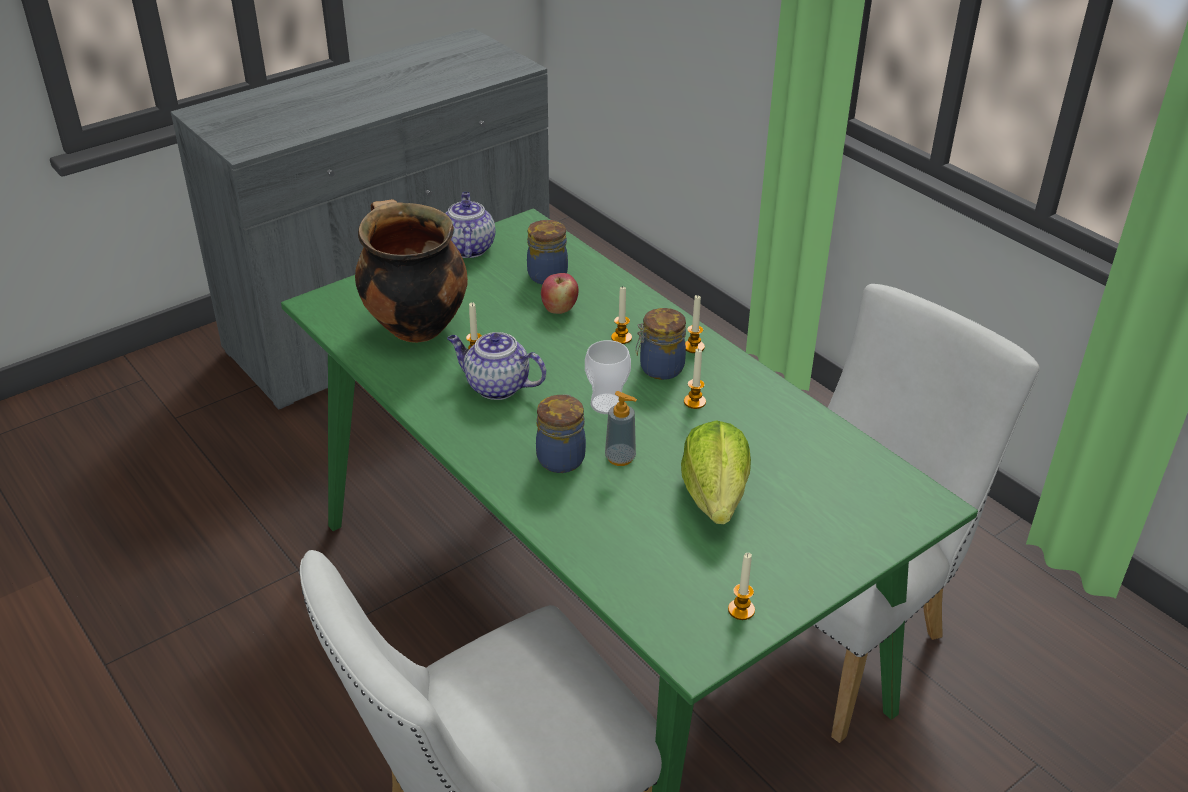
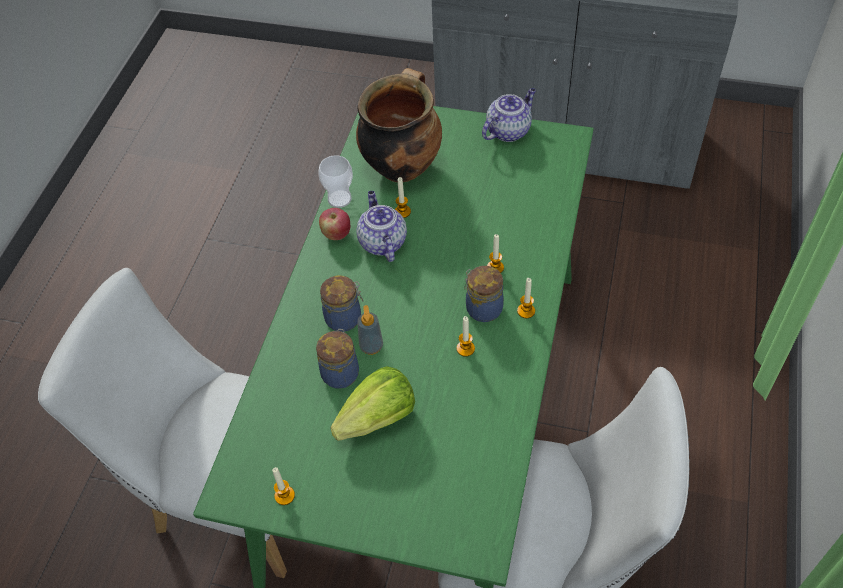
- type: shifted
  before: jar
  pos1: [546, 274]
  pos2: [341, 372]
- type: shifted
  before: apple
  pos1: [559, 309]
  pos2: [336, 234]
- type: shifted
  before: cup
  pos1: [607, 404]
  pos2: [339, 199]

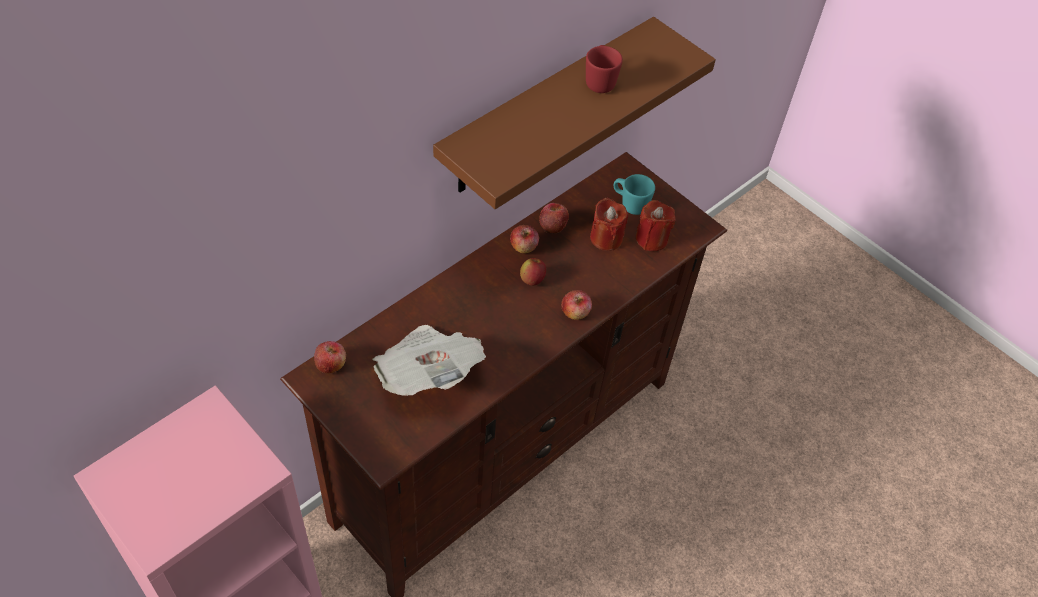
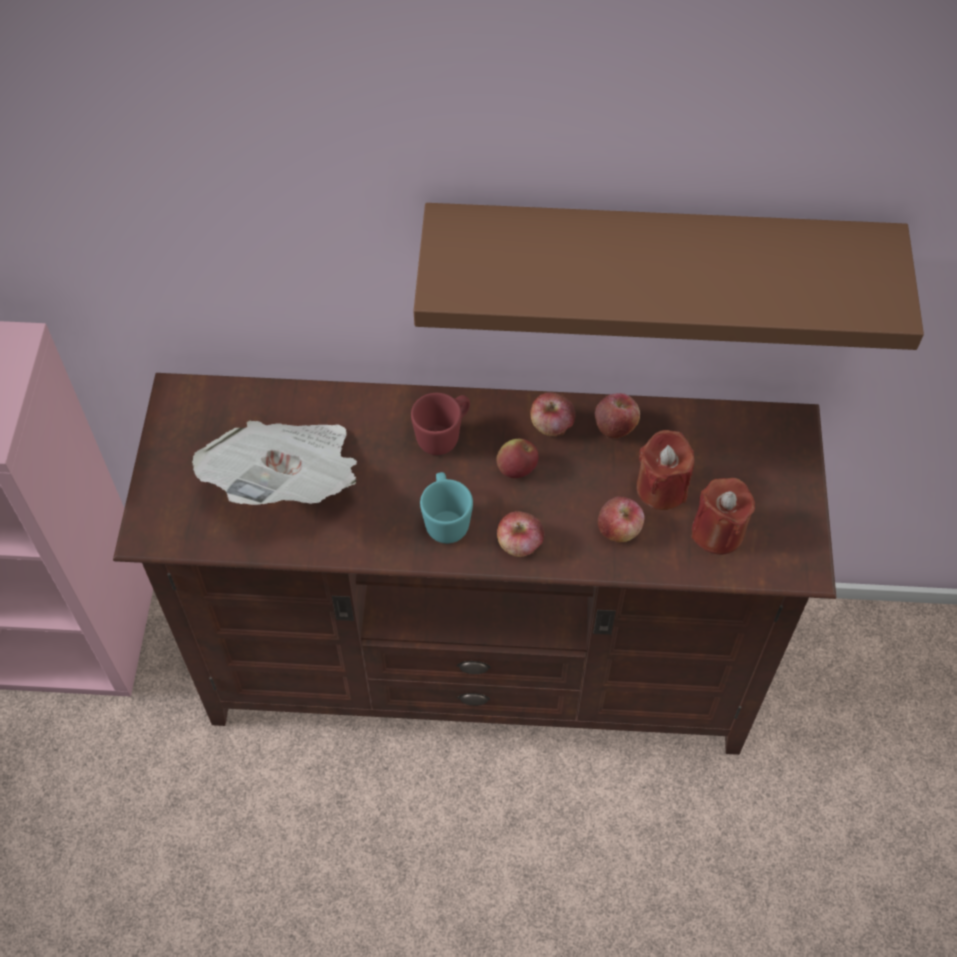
- type: shifted
  before: apple
  pos1: [331, 364]
  pos2: [619, 530]
- type: shifted
  before: red mug
  pos1: [600, 81]
  pos2: [444, 435]
- type: shifted
  before: turquoise mug
  pos1: [630, 204]
  pos2: [446, 520]

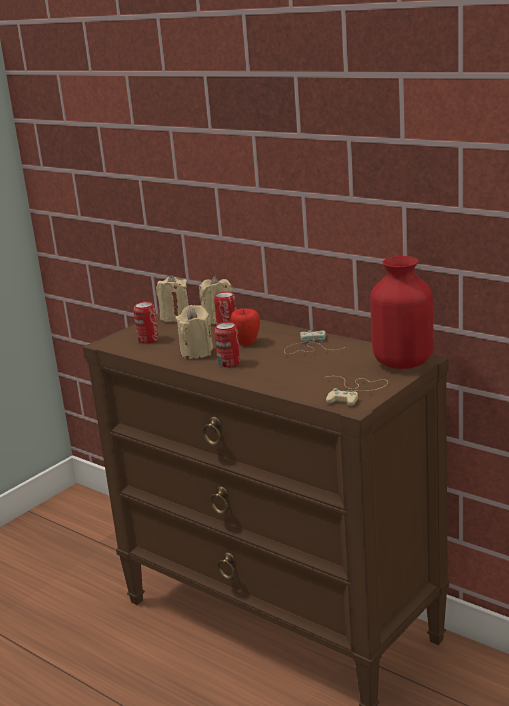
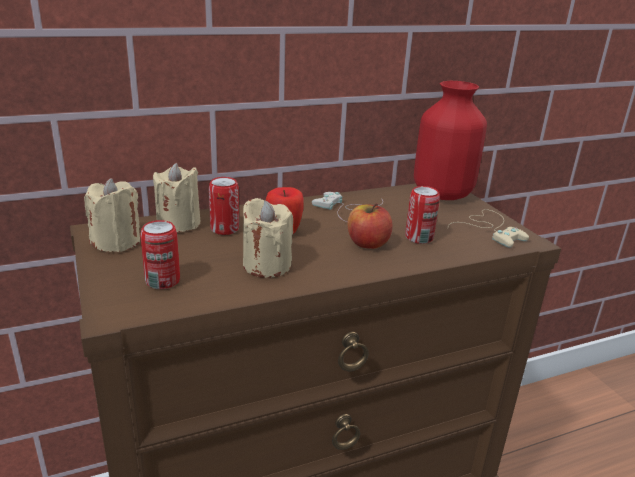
- type: shifted
  before: can
  pos1: [229, 363]
  pos2: [419, 237]
- type: new
  after: apple
  pos2: [367, 243]

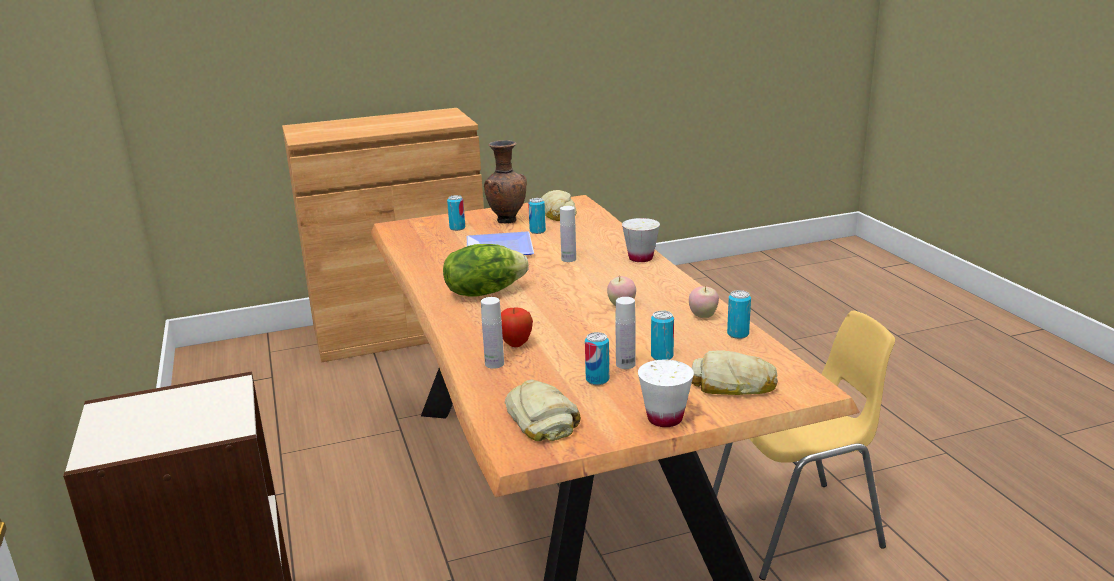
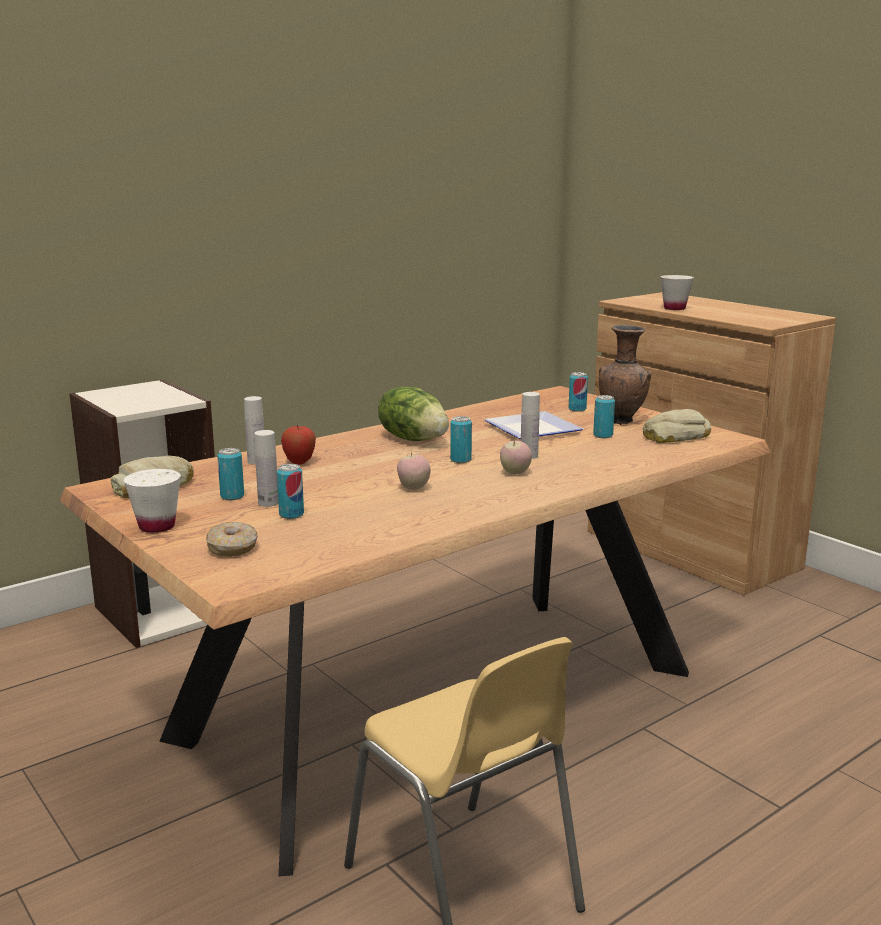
- type: shifted
  before: white cup
  pos1: [640, 258]
  pos2: [674, 308]
- type: shifted
  before: apple
  pos1: [703, 316]
  pos2: [515, 473]
- type: swapped
  before: bread
  after: donut
  pos1: [734, 384]
  pos2: [233, 548]
- type: shifted
  before: can
  pos1: [738, 334]
  pos2: [460, 460]

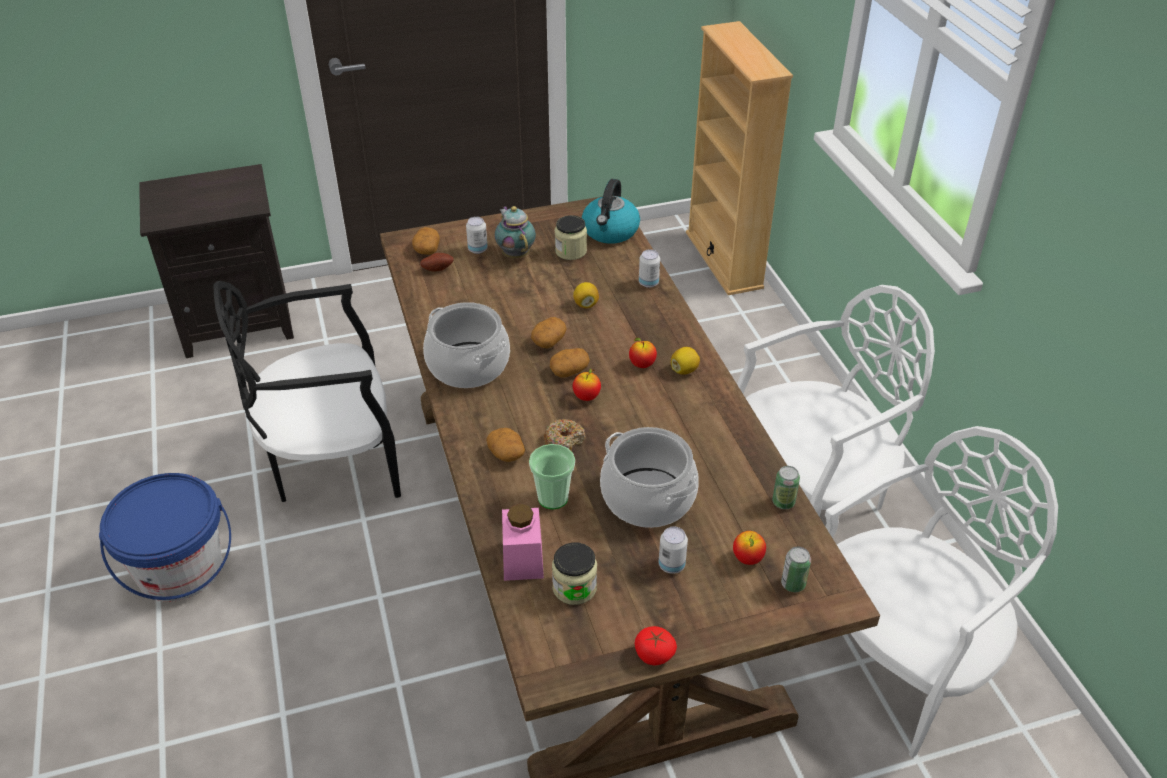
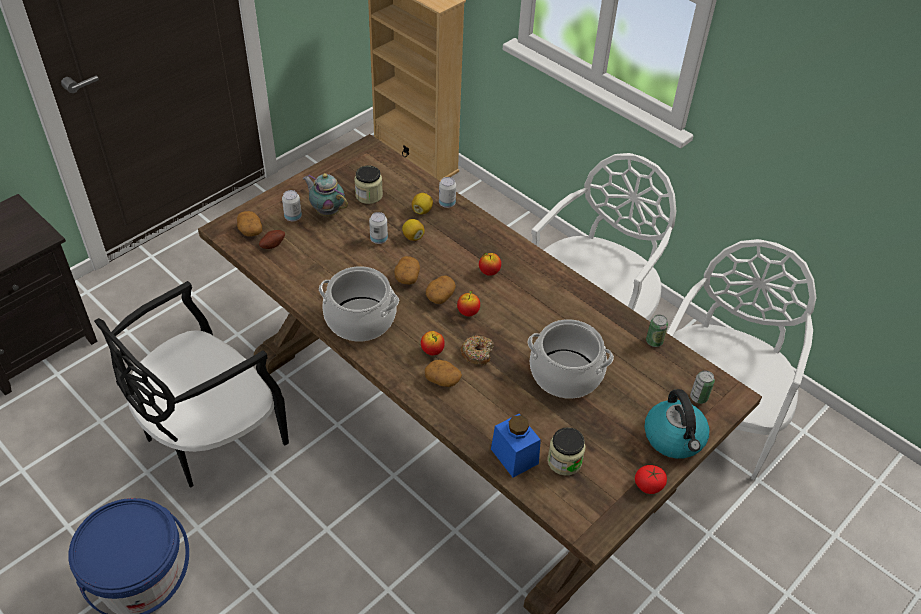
- type: repainted
  before: pink jar
  after: blue jar
  pos1: [523, 559]
  pos2: [514, 456]
- type: gone
  before: cup
  pos1: [553, 498]
- type: shifted
  before: kettle
  pos1: [610, 231]
  pos2: [674, 438]
- type: shifted
  before: can
  pos1: [671, 565]
  pos2: [379, 239]
- type: shifted
  before: lemon
  pos1: [684, 370]
  pos2: [422, 211]
- type: shifted
  before: apple
  pos1: [747, 559]
  pos2: [432, 351]

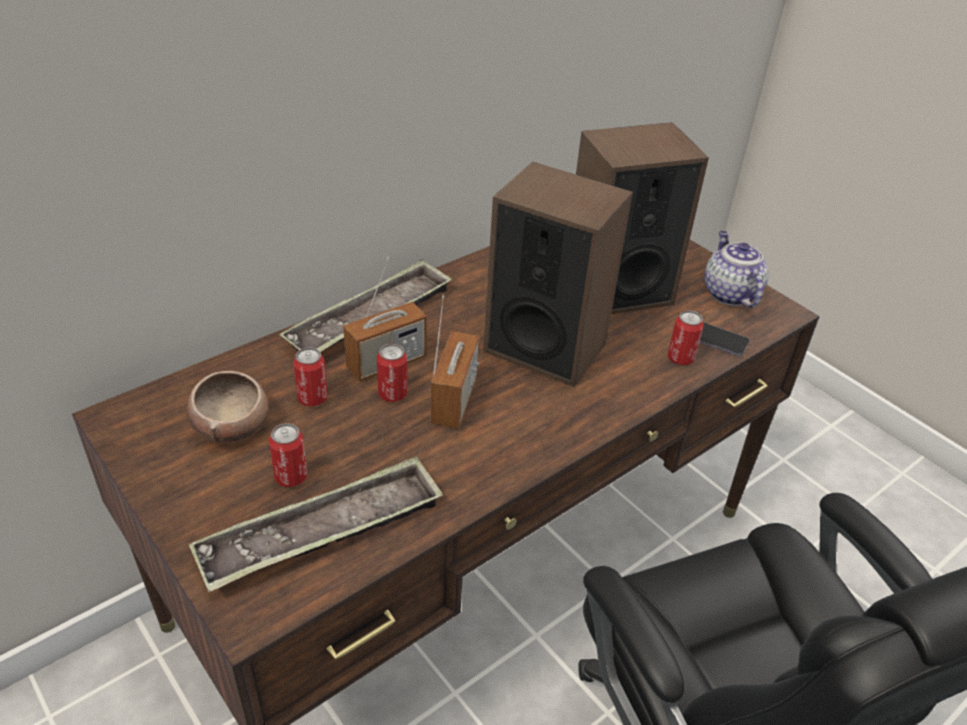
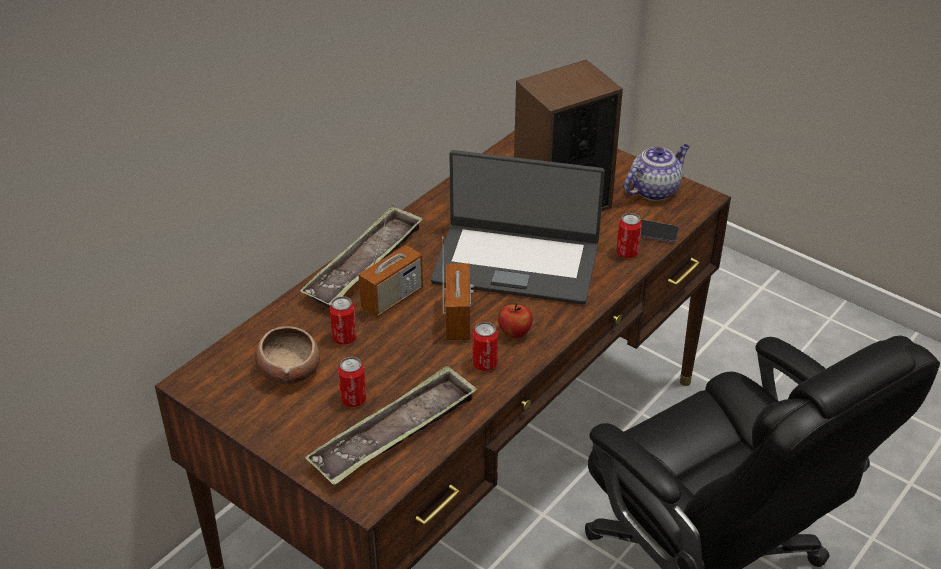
- type: shifted
  before: can
  pos1: [392, 394]
  pos2: [484, 364]
- type: swapped
  before: speaker
  after: laptop
  pos1: [545, 347]
  pos2: [516, 262]
- type: rotated
  before: teapot
  pos1: [729, 293]
  pos2: [654, 190]
  turn: 75
- type: new
  after: apple
  pos2: [514, 333]

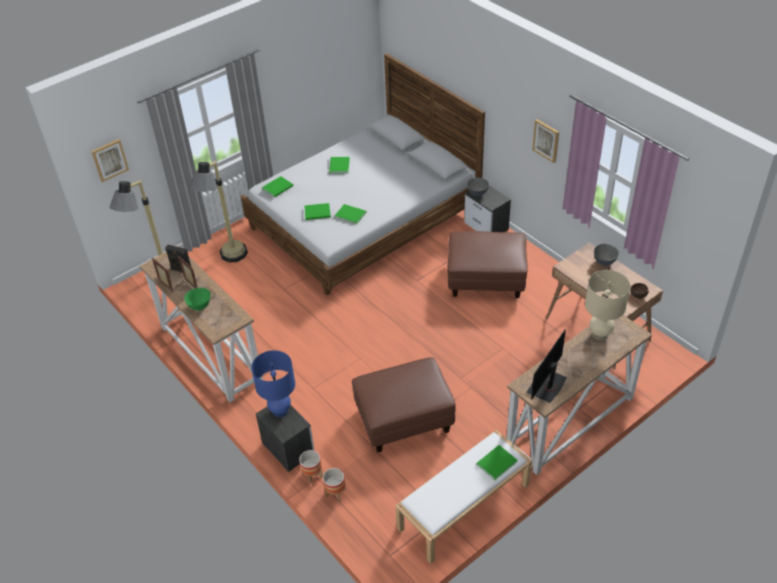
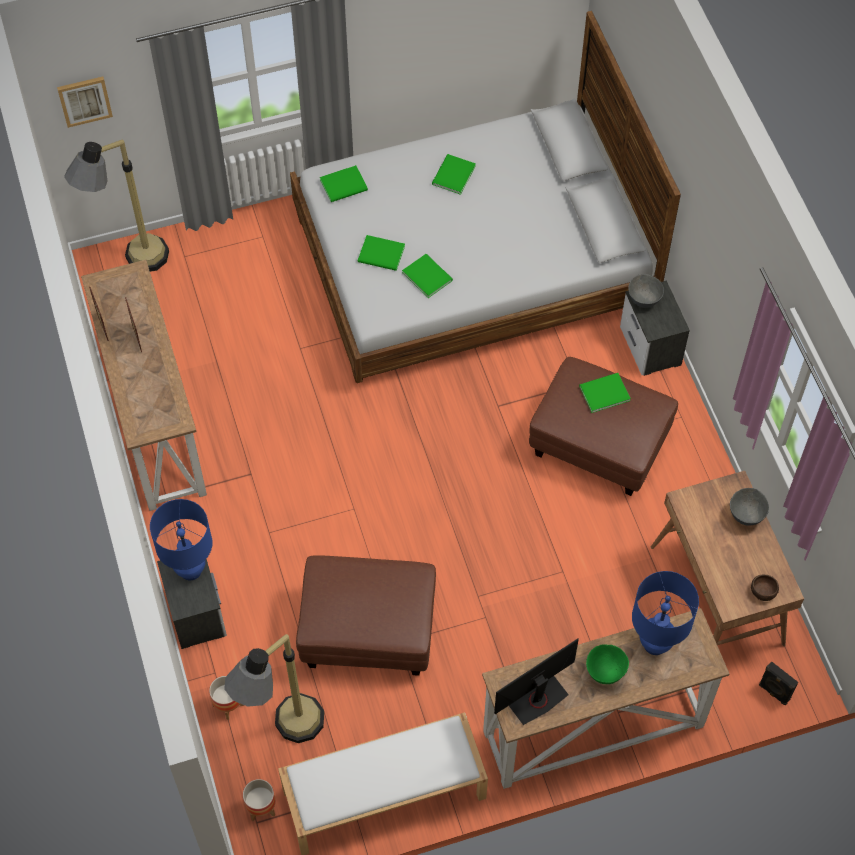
- type: shifted
  before: black speaker
  pos1: [181, 271]
  pos2: [773, 693]
- type: shifted
  before: green bowl
  pos1: [199, 307]
  pos2: [604, 672]
- type: shifted
  before: floor lamp
  pos1: [229, 262]
  pos2: [284, 737]
- type: shifted
  before: planter
  pos1: [312, 475]
  pos2: [261, 807]
- type: shifted
  before: green book
  pos1: [495, 463]
  pos2: [602, 393]
- type: gone
  before: picture
  pos1: [546, 140]
- type: repainted
  before: beige table lamp
  after: blue table lamp
  pos1: [599, 334]
  pos2: [655, 644]

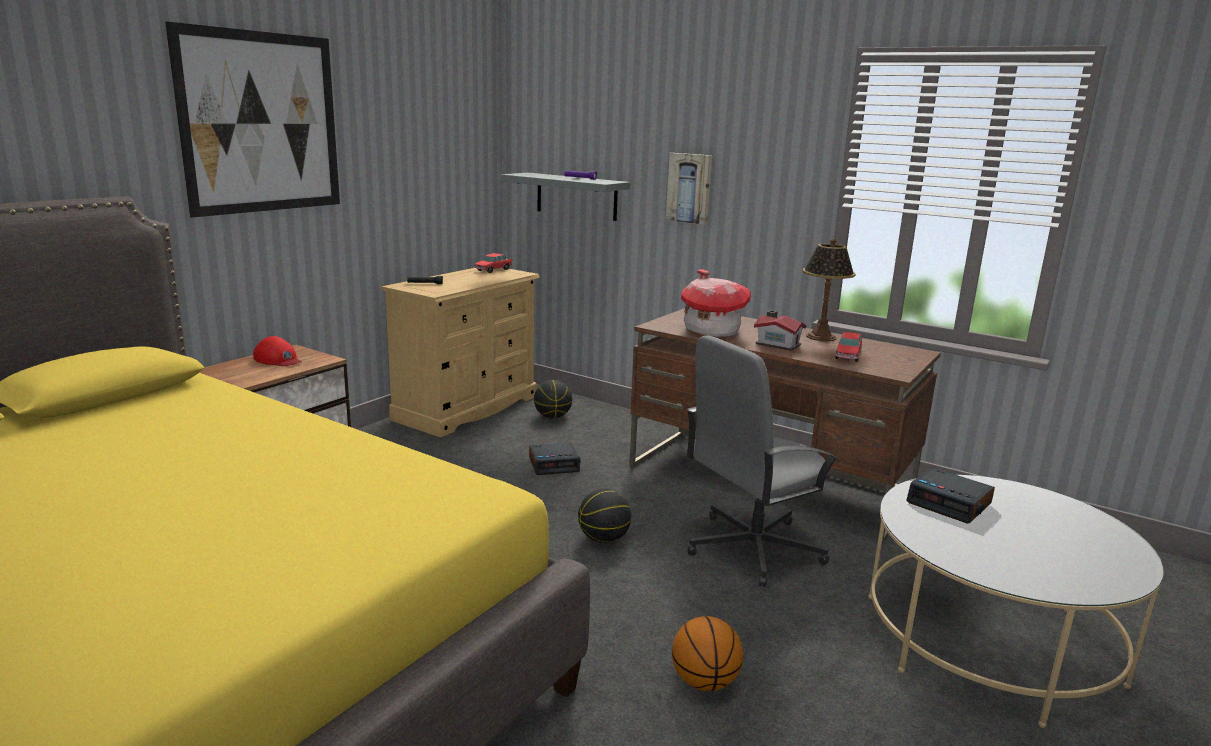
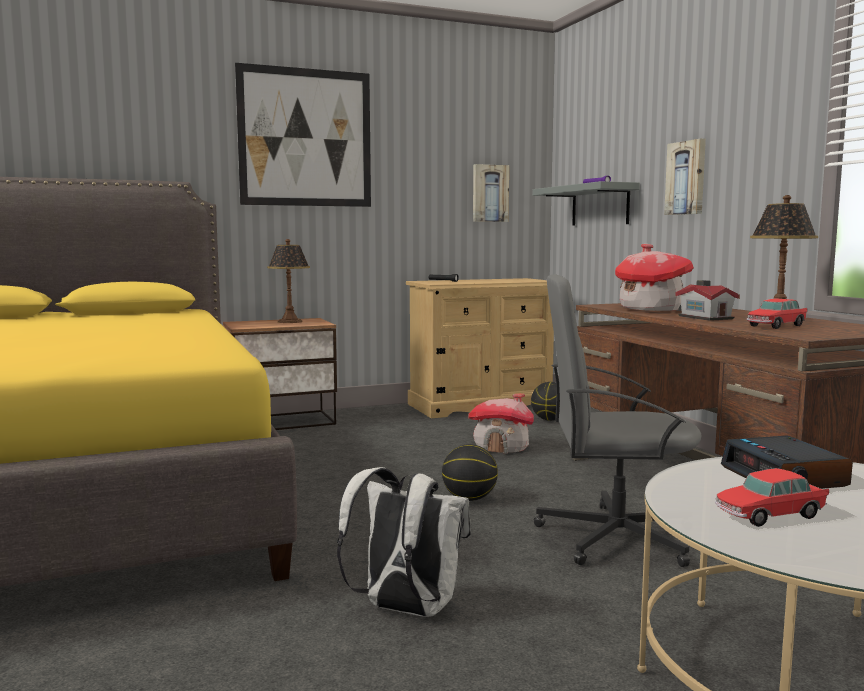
- type: swapped
  before: red cap
  after: table lamp
  pos1: [278, 359]
  pos2: [290, 321]
- type: shifted
  before: toy car
  pos1: [493, 270]
  pos2: [769, 515]
- type: swapped
  before: alarm clock
  after: toy house
  pos1: [554, 464]
  pos2: [502, 447]
- type: swapped
  before: basketball
  after: white backpack
  pos1: [704, 682]
  pos2: [405, 609]
- type: new
  after: picture
  pos2: [489, 193]

